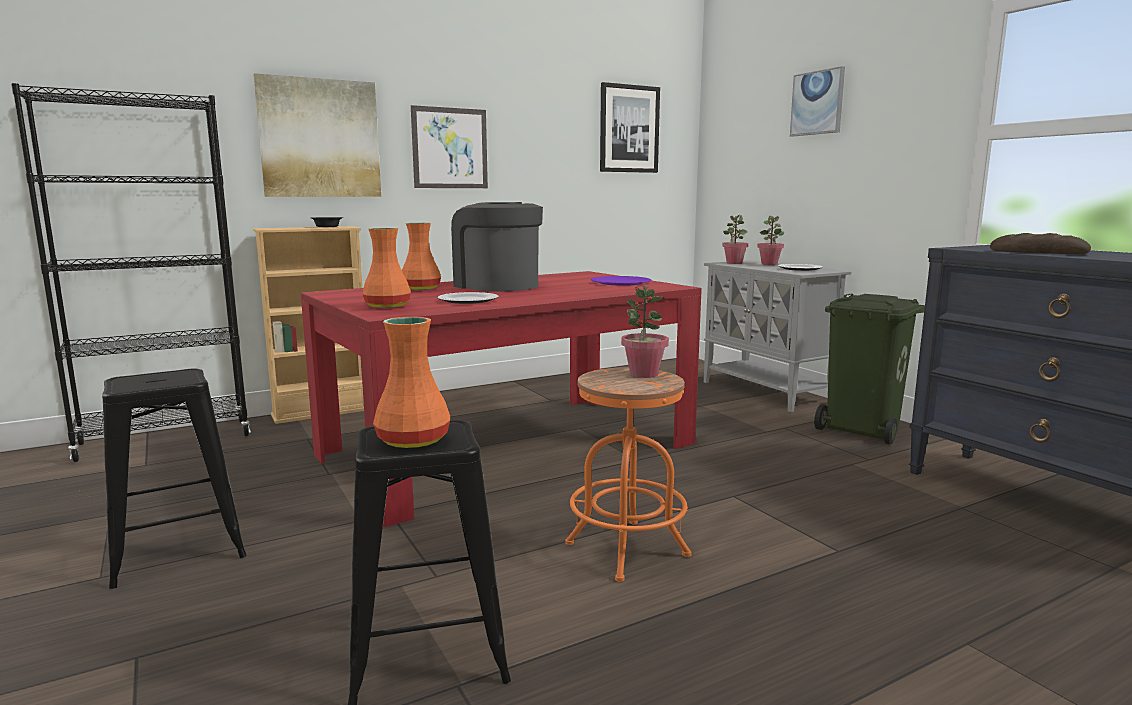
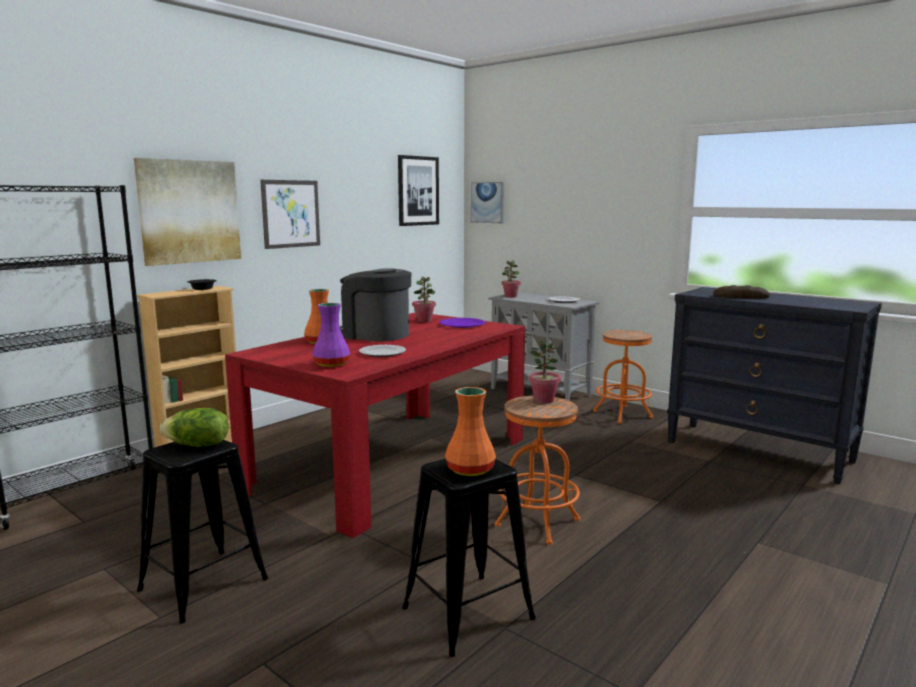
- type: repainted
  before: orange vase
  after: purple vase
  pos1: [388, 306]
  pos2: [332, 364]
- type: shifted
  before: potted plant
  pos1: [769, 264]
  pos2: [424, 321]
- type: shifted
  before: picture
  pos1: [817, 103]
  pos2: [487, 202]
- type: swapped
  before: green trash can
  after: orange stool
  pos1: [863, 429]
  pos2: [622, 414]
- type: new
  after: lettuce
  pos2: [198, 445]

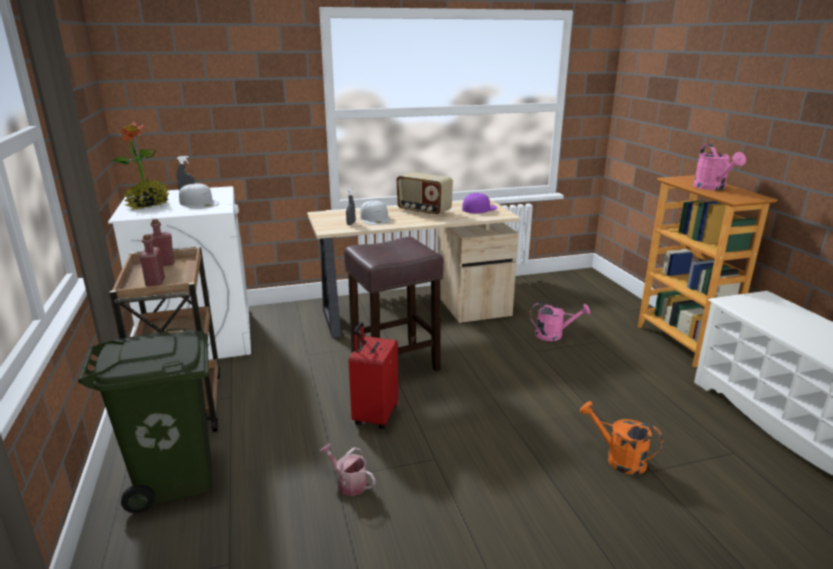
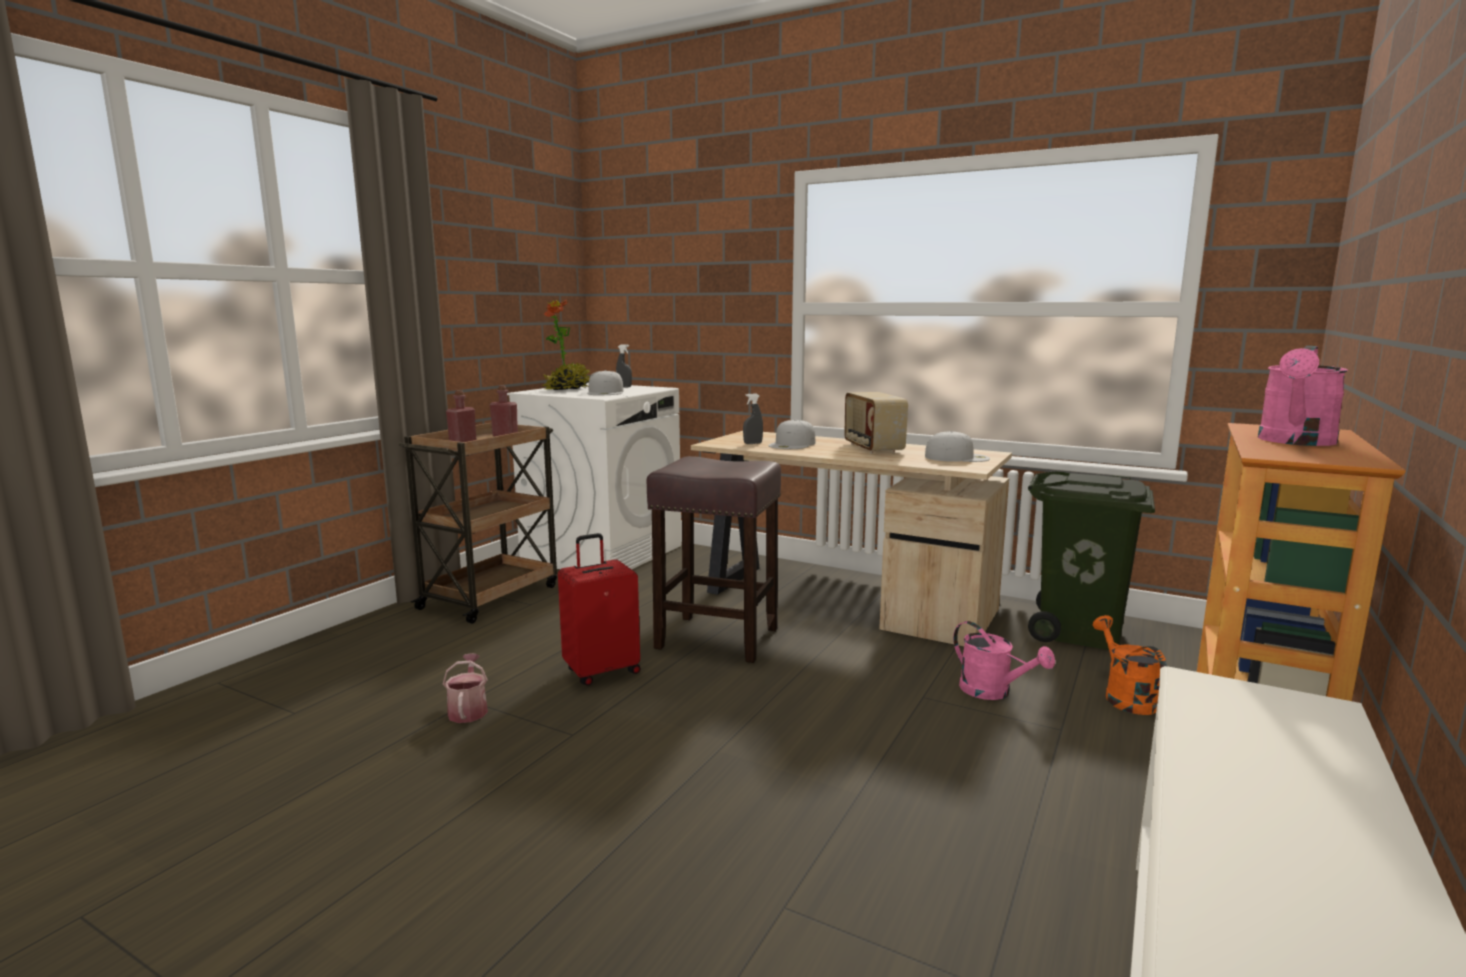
- type: shifted
  before: green trash can
  pos1: [175, 478]
  pos2: [1079, 632]
- type: repainted
  before: purple cap
  after: white cap
  pos1: [479, 208]
  pos2: [957, 457]
- type: shifted
  before: orange watering can
  pos1: [618, 458]
  pos2: [1125, 697]

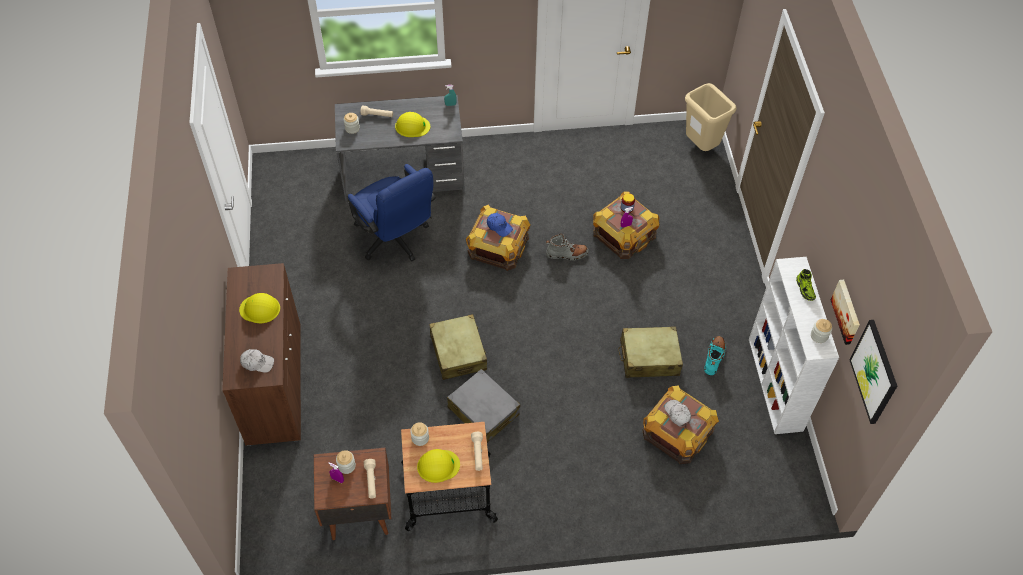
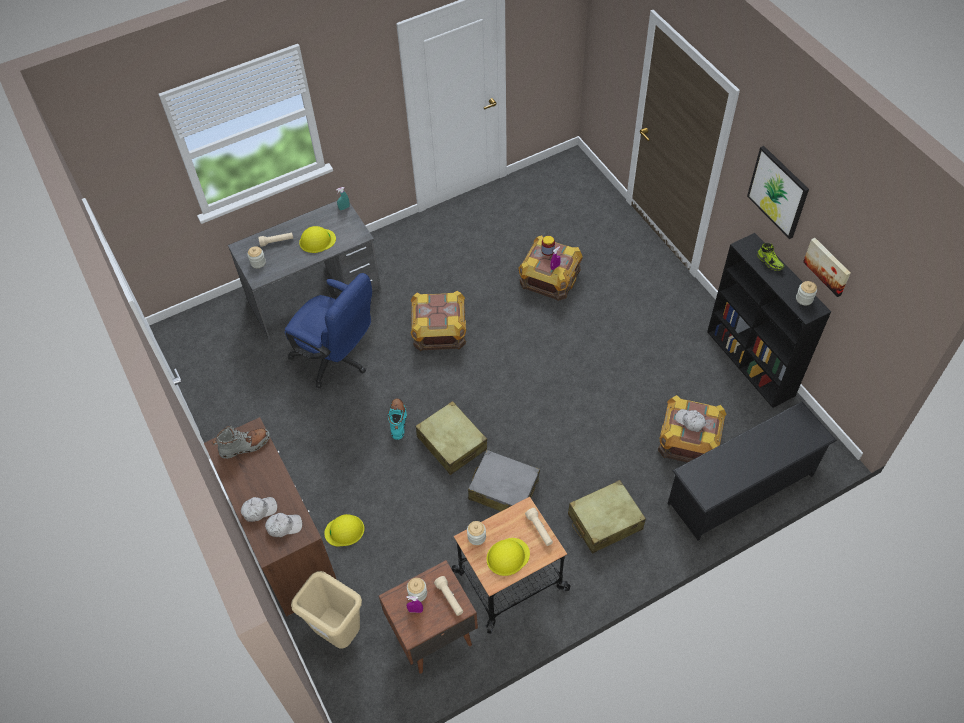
- type: shifted
  before: yellow hard hat
  pos1: [260, 309]
  pos2: [344, 530]
- type: gone
  before: blue cap
  pos1: [499, 226]
- type: shifted
  before: grey boot
  pos1: [567, 254]
  pos2: [245, 446]
- type: shifted
  before: beige suitcase
  pos1: [649, 358]
  pos2: [604, 522]
- type: shifted
  before: beige trash can
  pos1: [701, 147]
  pos2: [339, 633]
- type: shifted
  before: turquoise boot
  pos1: [714, 357]
  pos2: [398, 421]
- type: repainted
  before: white bookcase
  after: black bookcase
  pos1: [775, 385]
  pos2: [751, 364]
- type: shifted
  before: picture
  pos1: [874, 372]
  pos2: [778, 192]
- type: new
  after: white cap
  pos2: [259, 510]
- type: new
  after: black shoe rack
  pos2: [741, 489]

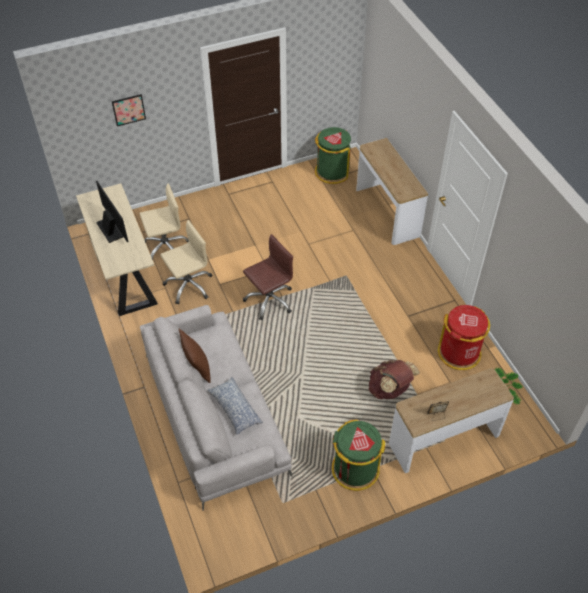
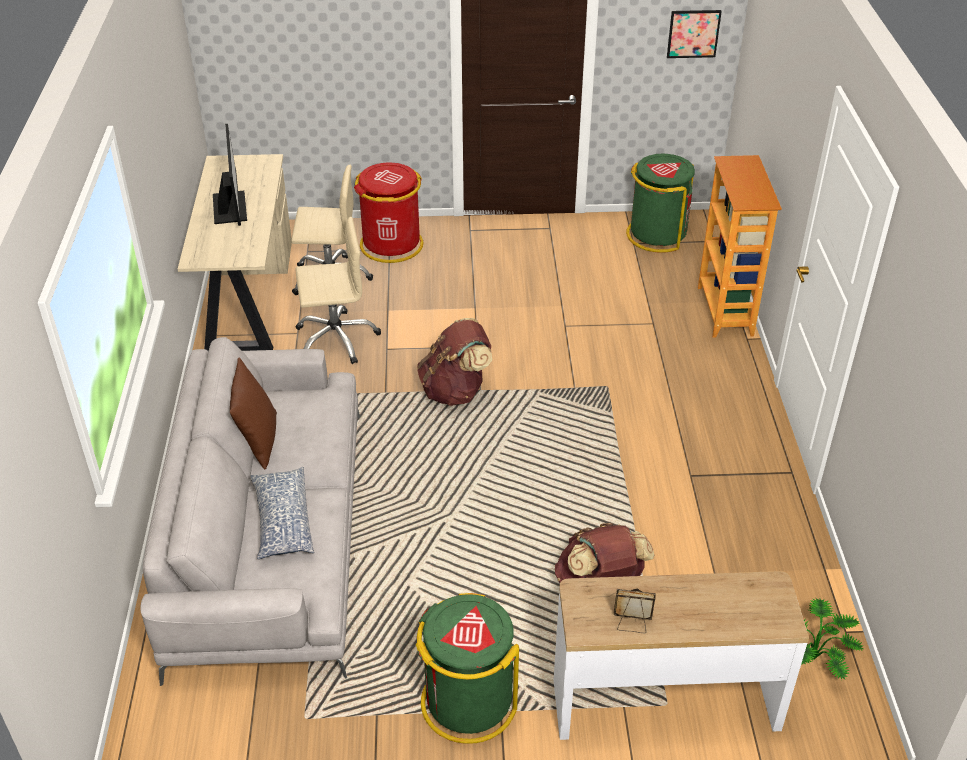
- type: shifted
  before: picture
  pos1: [128, 110]
  pos2: [693, 33]
- type: swapped
  before: brown office chair
  after: brown backpack
  pos1: [269, 300]
  pos2: [455, 391]
- type: swapped
  before: console table
  after: bookcase
  pos1: [387, 212]
  pos2: [726, 311]
- type: shifted
  before: red trash can
  pos1: [459, 353]
  pos2: [391, 245]

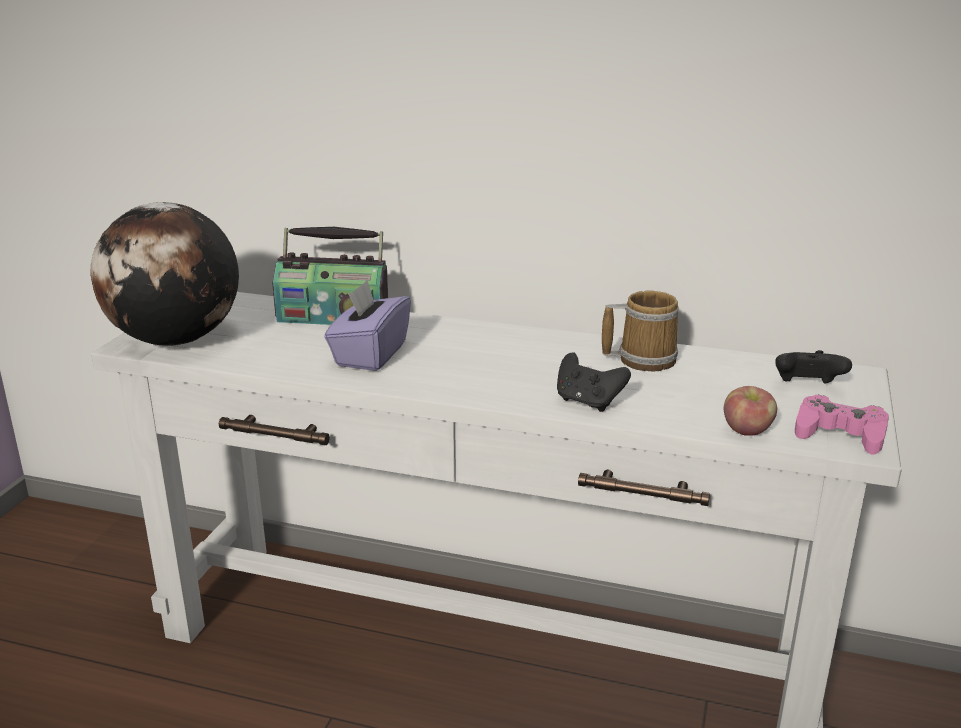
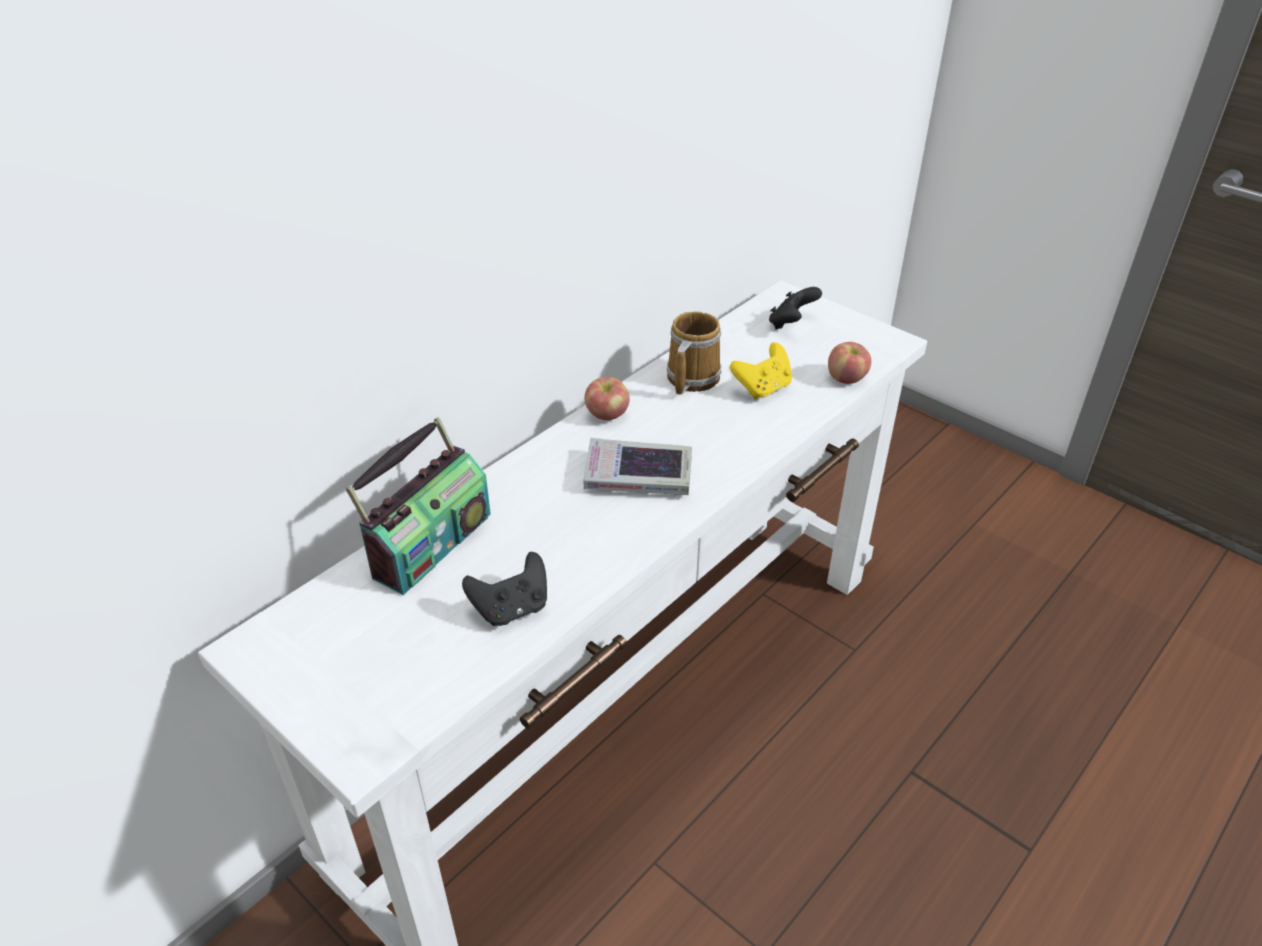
- type: gone
  before: globe
  pos1: [176, 340]
- type: gone
  before: purple tissue box
  pos1: [370, 354]
- type: shifted
  before: black game controller
  pos1: [588, 402]
  pos2: [511, 609]
- type: gone
  before: pink game controller
  pos1: [840, 434]
- type: new
  after: book
  pos2: [638, 475]
- type: new
  after: apple
  pos2: [607, 415]
- type: new
  after: yellow game controller
  pos2: [763, 388]

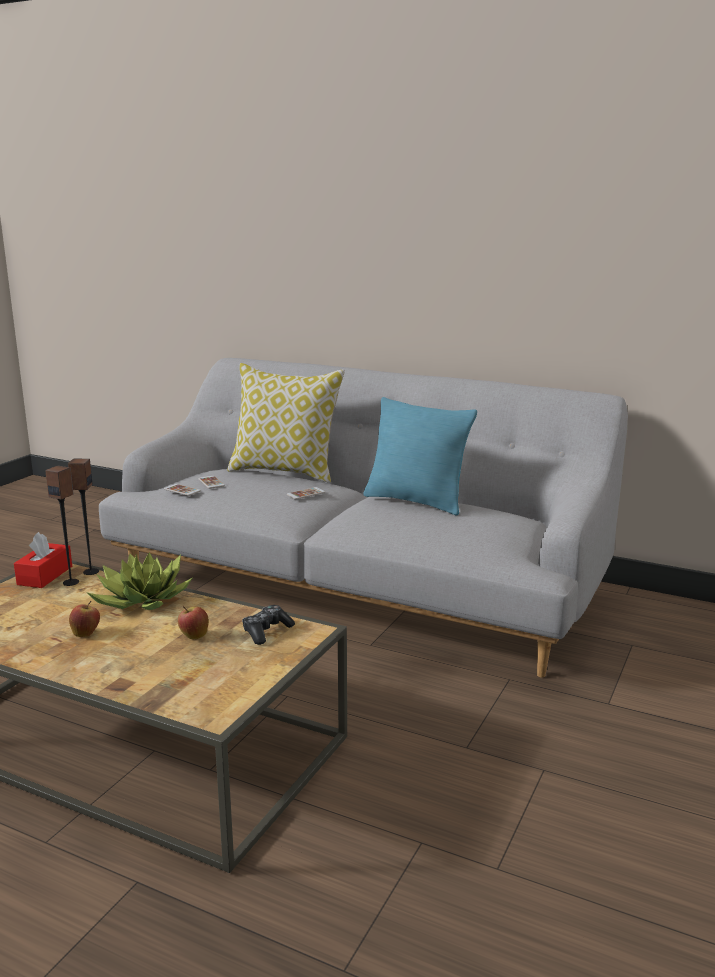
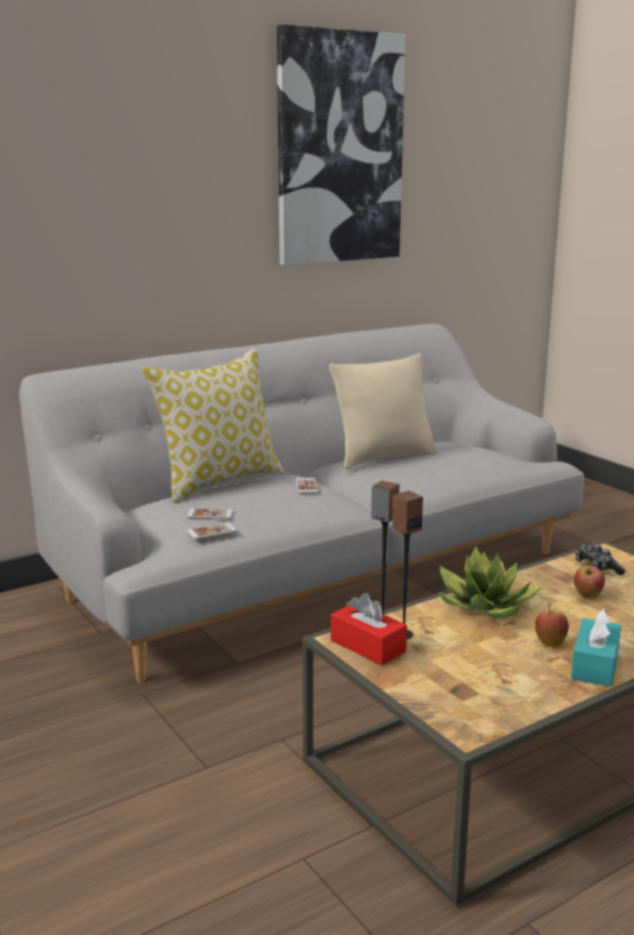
- type: repainted
  before: turquoise pillow
  after: beige pillow
  pos1: [416, 501]
  pos2: [384, 457]
- type: new
  after: picture
  pos2: [339, 149]
- type: new
  after: turquoise tissue box
  pos2: [595, 665]

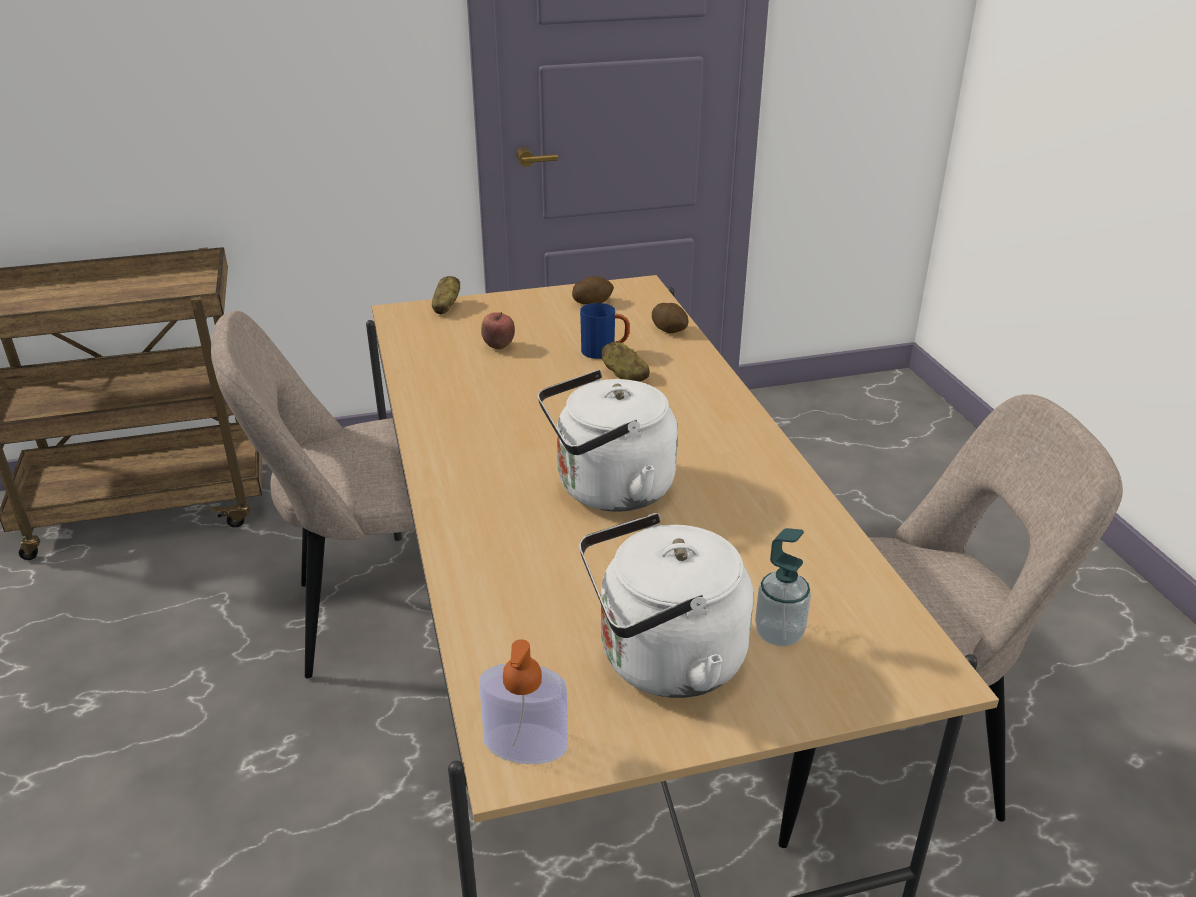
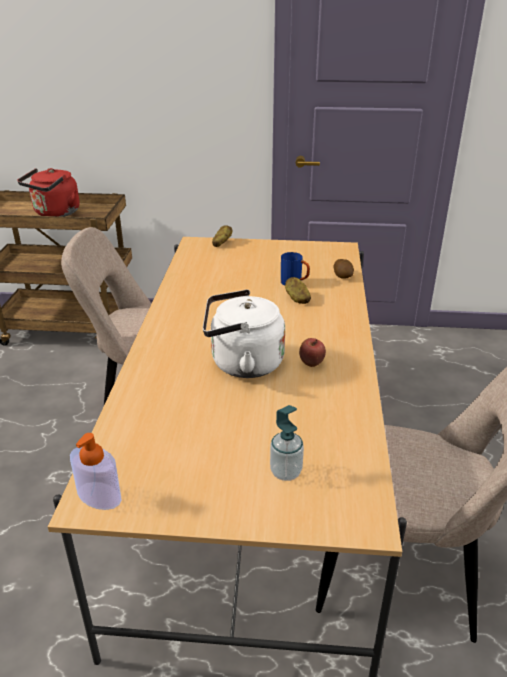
- type: shifted
  before: apple
  pos1: [498, 347]
  pos2: [311, 364]
- type: gone
  before: potato
  pos1: [592, 302]
- type: gone
  before: white kettle
  pos1: [663, 661]
- type: new
  after: red kettle
  pos2: [55, 213]

